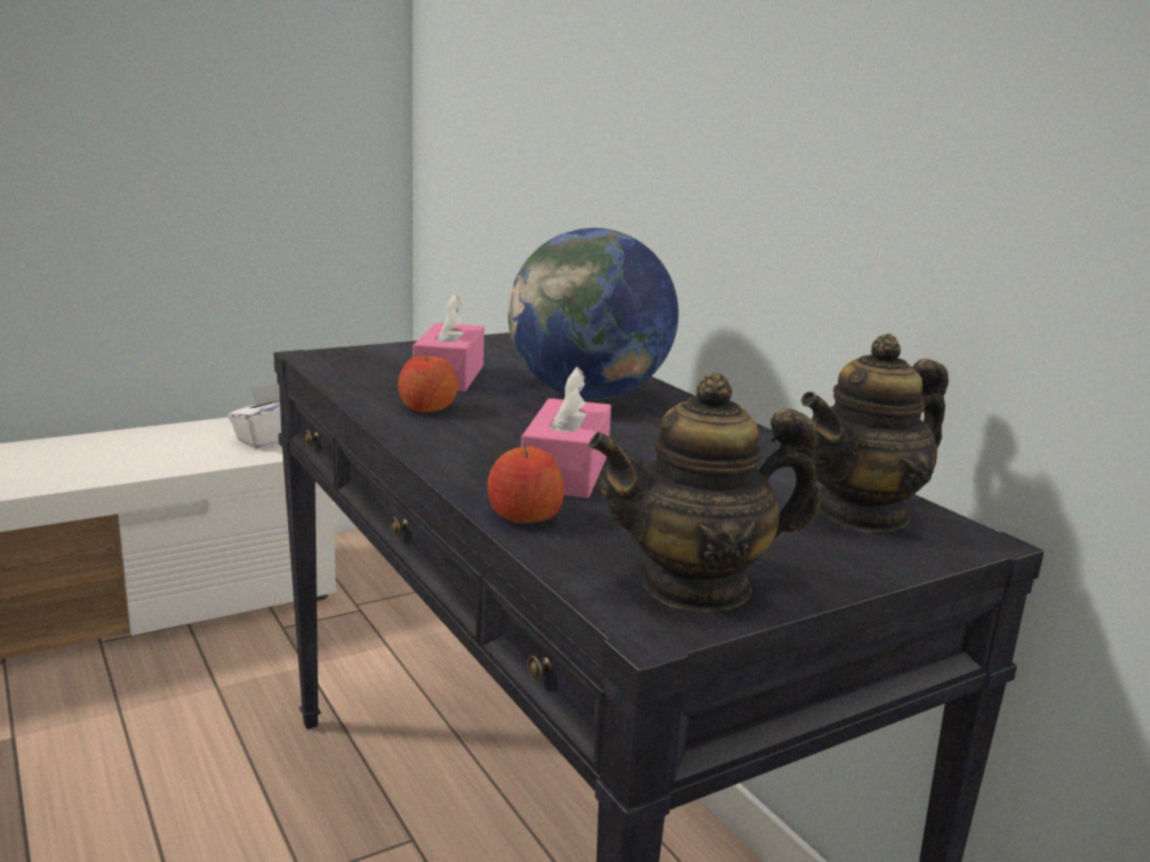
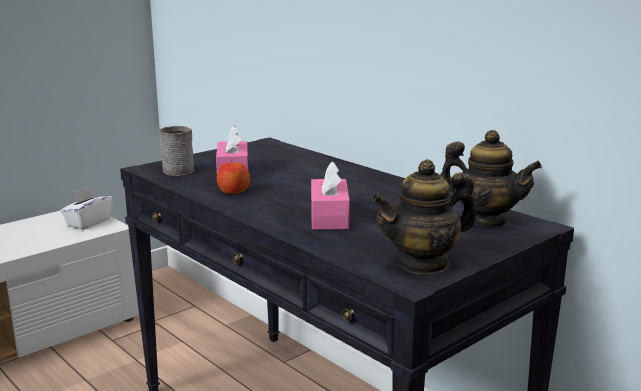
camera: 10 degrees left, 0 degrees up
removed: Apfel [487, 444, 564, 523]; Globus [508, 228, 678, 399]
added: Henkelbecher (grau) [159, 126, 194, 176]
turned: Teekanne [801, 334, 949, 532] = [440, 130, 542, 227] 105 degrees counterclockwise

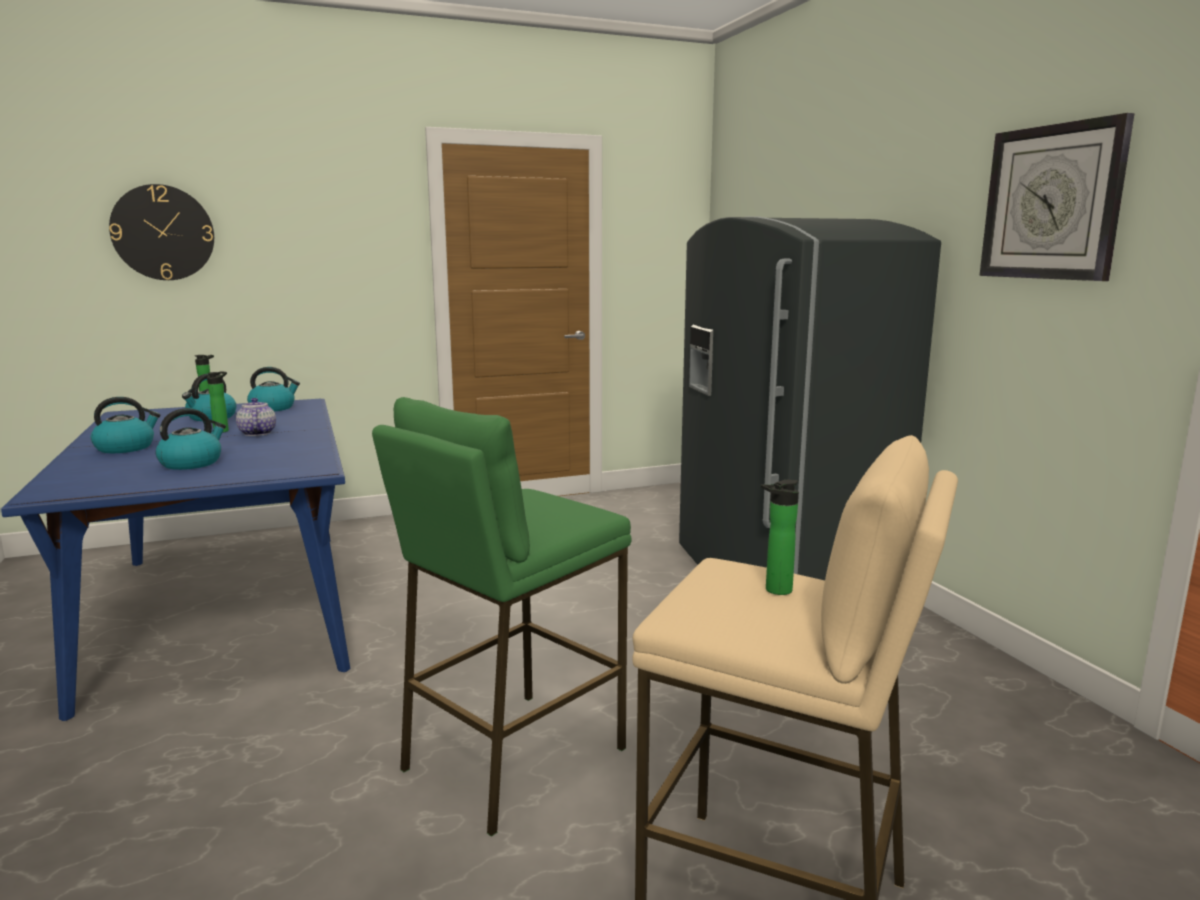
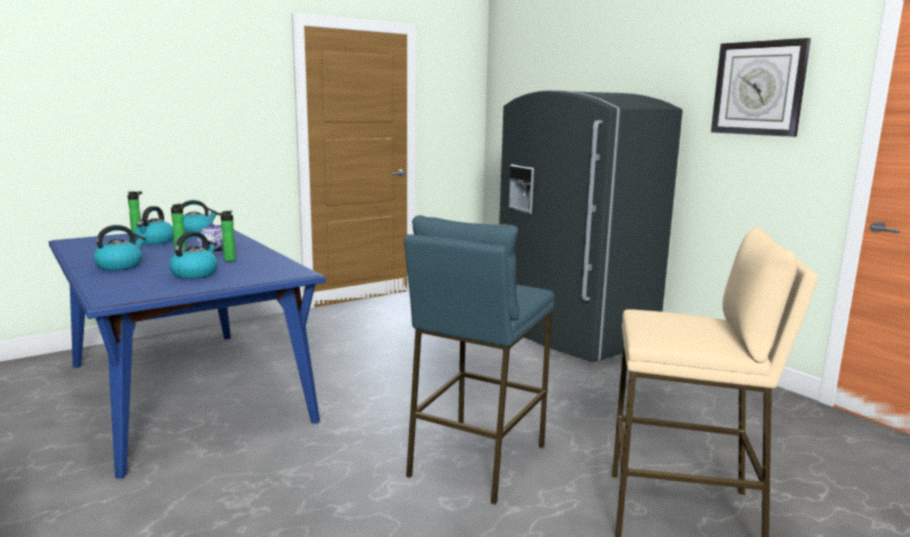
camera: 15 degrees left, 0 degrees up
removed: Wanduhr [109, 184, 214, 280]
moved: Flasche [760, 480, 799, 595] to [215, 211, 236, 261]
recoloured: Hocker (grün) [372, 397, 632, 837] to Hocker (blau) [404, 215, 554, 505]

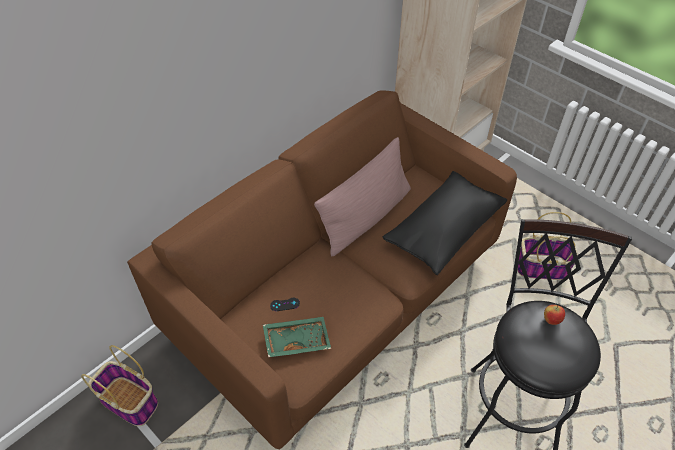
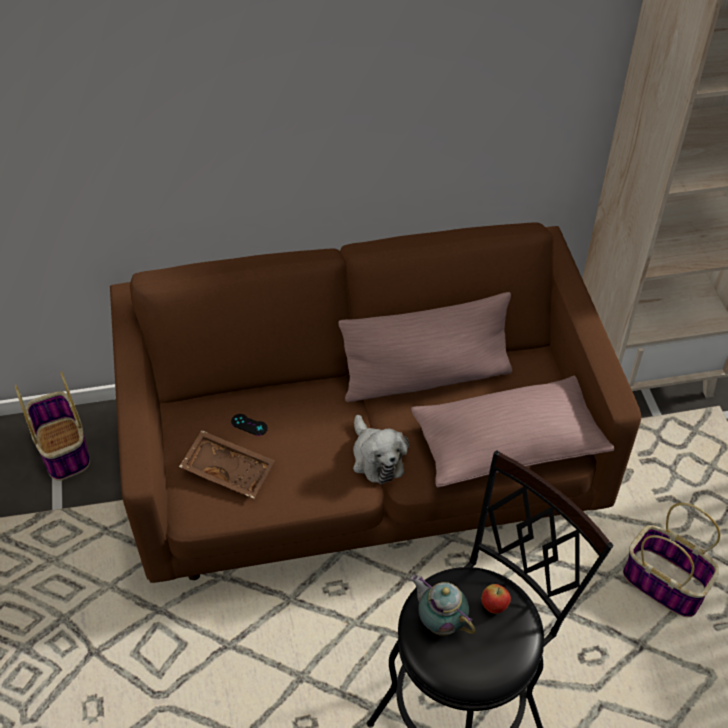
camera: 35 degrees right, 0 degrees up
added: Plüschtier [353, 415, 409, 484]; Teekanne [410, 574, 476, 636]
recoloured: Tablett (grün) [263, 317, 331, 357] to Tablett (braun) [179, 430, 275, 499]; Kissen (schwarz) [383, 171, 507, 275] to Kissen (rosa) [411, 375, 614, 487]

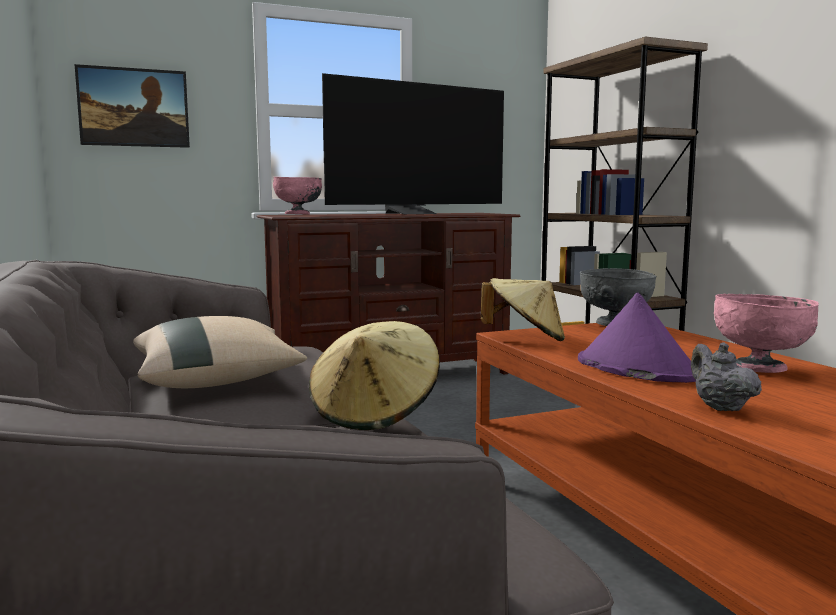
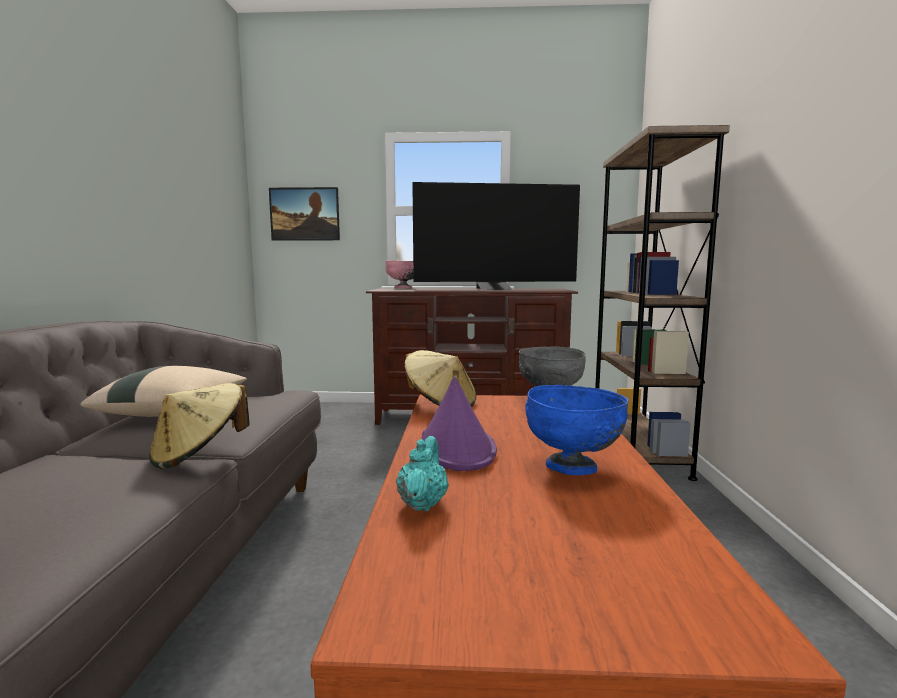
camera: 25 degrees right, 0 degrees up
recoloured: Teekanne (grau) [691, 342, 762, 411] to Teekanne (türkis) [396, 436, 449, 511]; Schüssel (rosa) [714, 294, 819, 373] to Schüssel (blau) [525, 385, 629, 475]

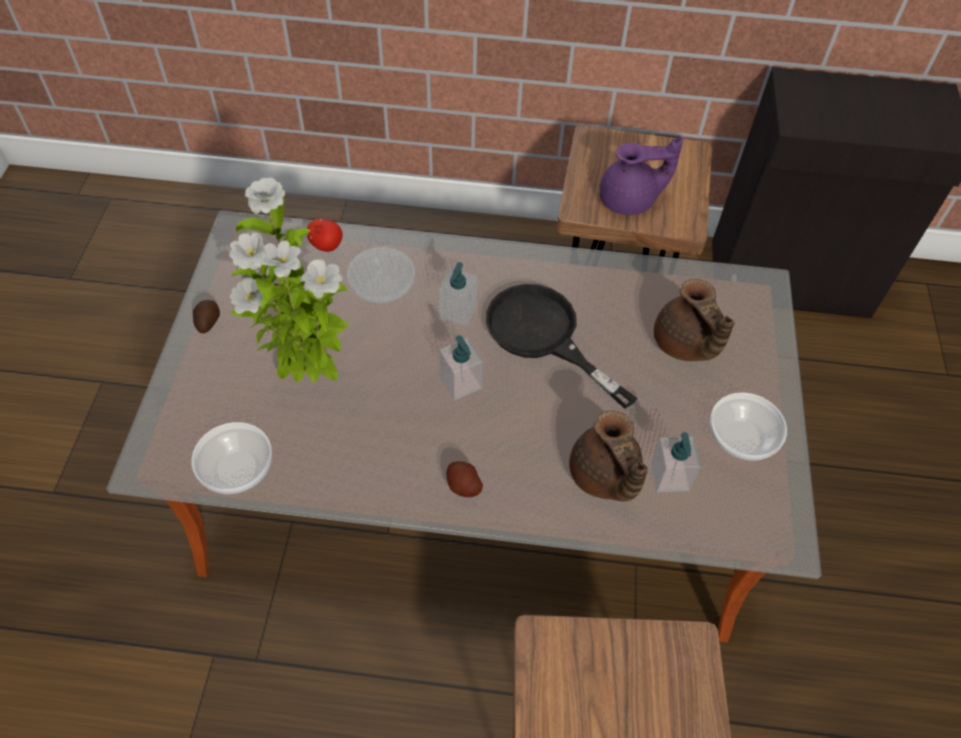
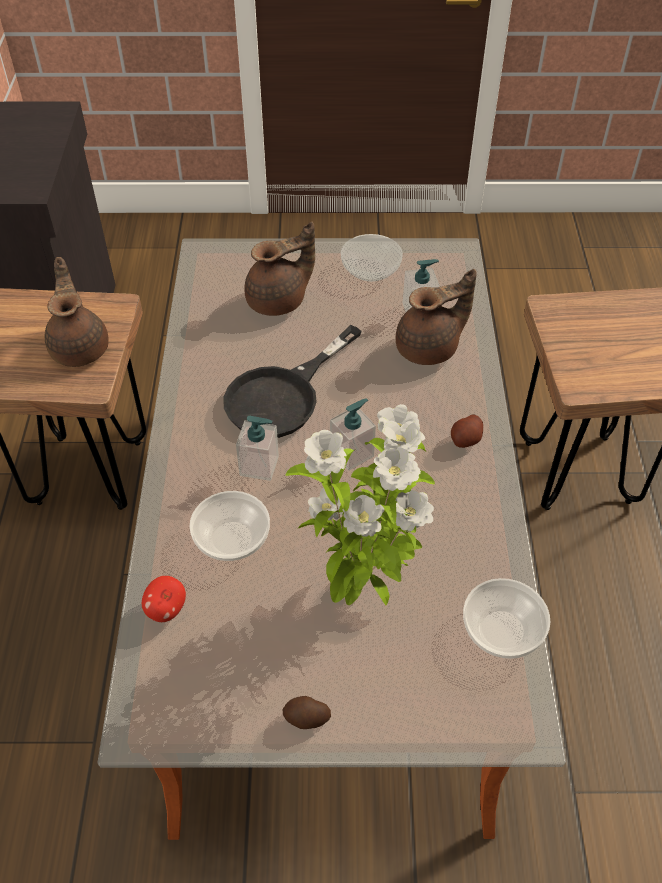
camera: 95 degrees left, 5 degrees down
recoloured: Teekanne (lila) [599, 137, 683, 215] to Teekanne (braun) [45, 257, 109, 367]

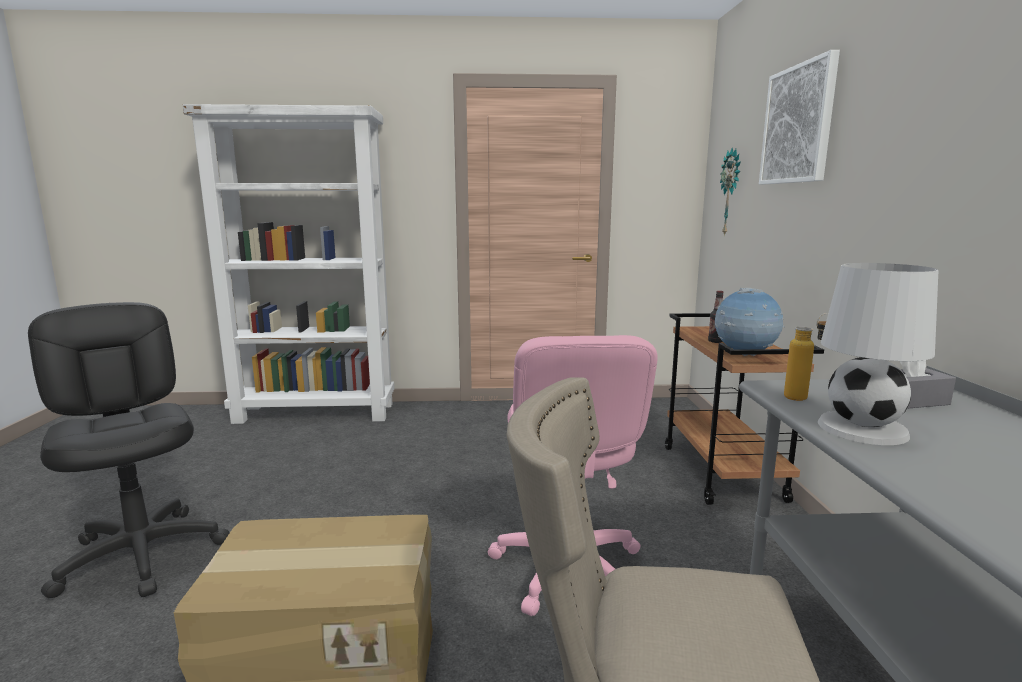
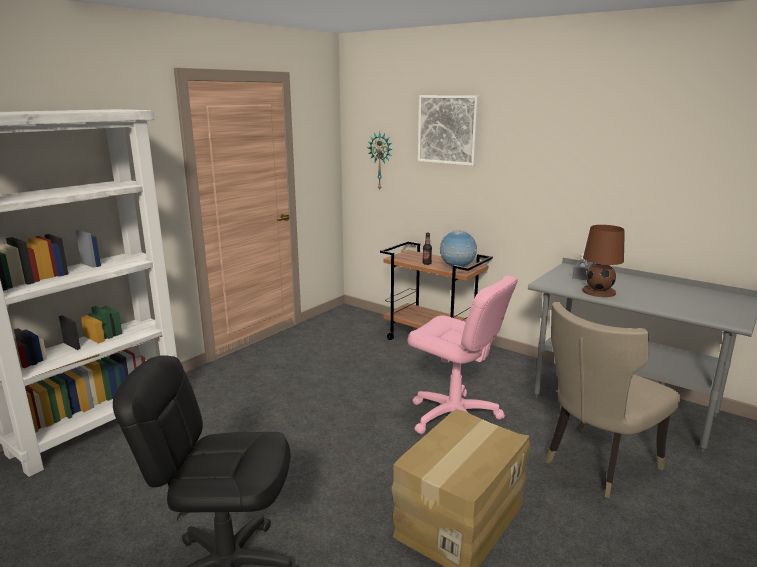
camera: 50 degrees left, 5 degrees up
removed: Flasche [784, 313, 828, 401]
recoloured: Tischlampe (weiß) [818, 263, 938, 445] to Tischlampe (braun) [582, 225, 625, 297]

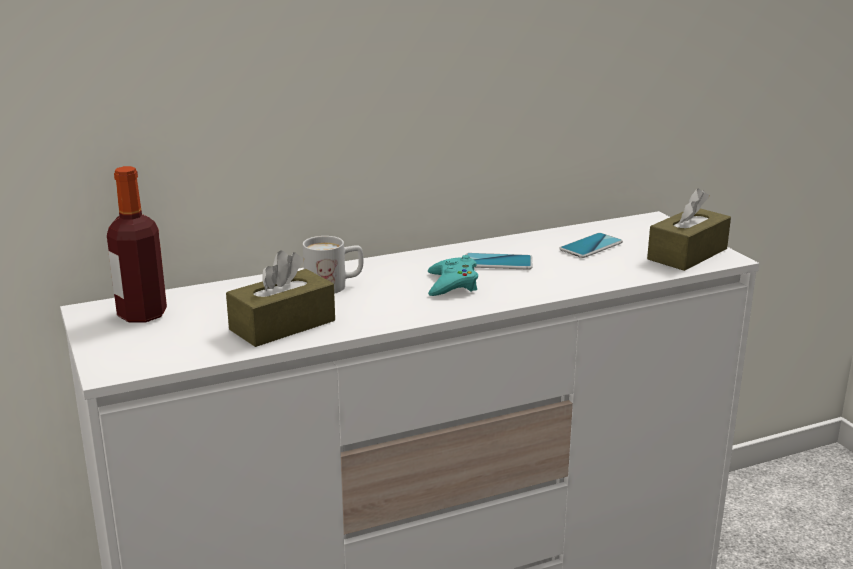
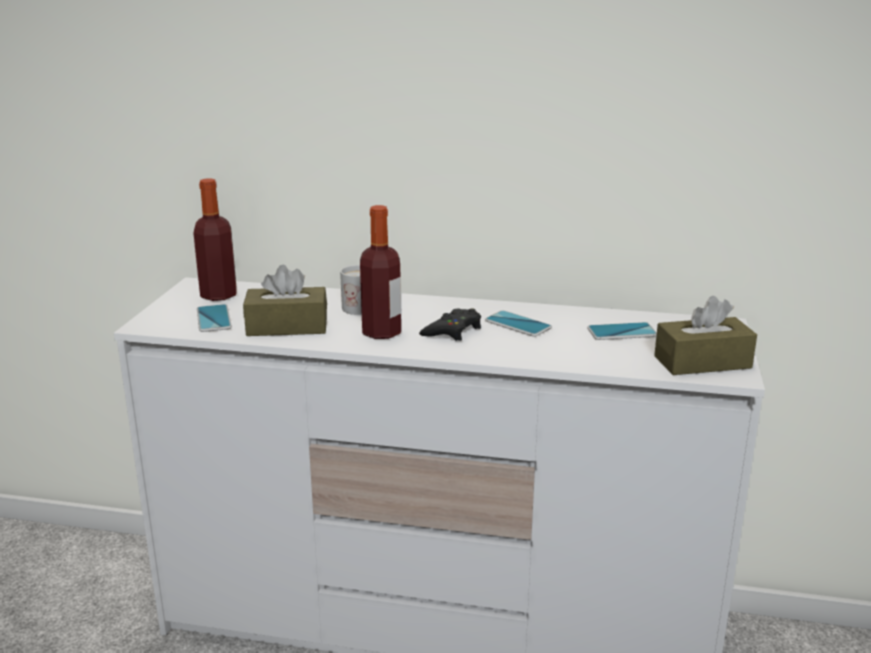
camera: 35 degrees right, 0 degrees up
added: Handy [197, 304, 232, 332]; Flasche [360, 205, 401, 339]
recoloured: Gamepad (türkis) [428, 255, 478, 296] to Gamepad (schwarz) [419, 309, 481, 341]

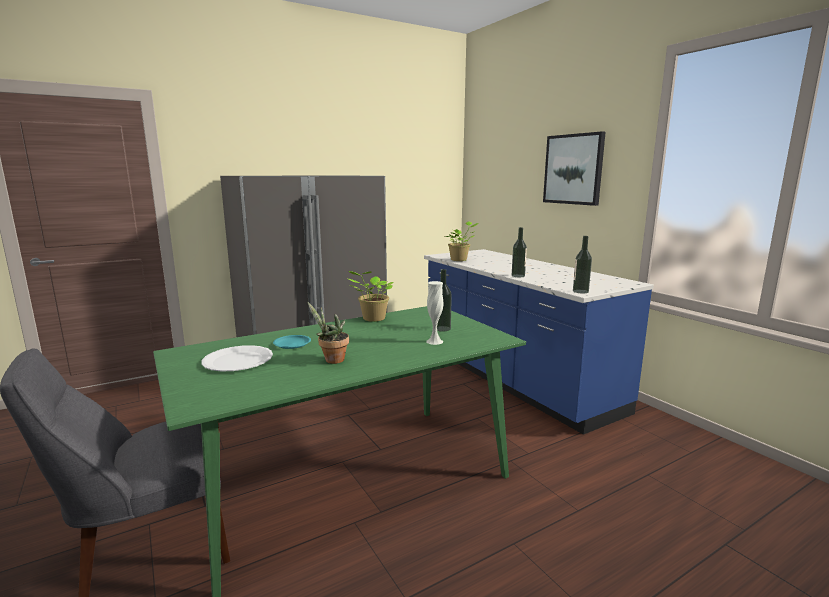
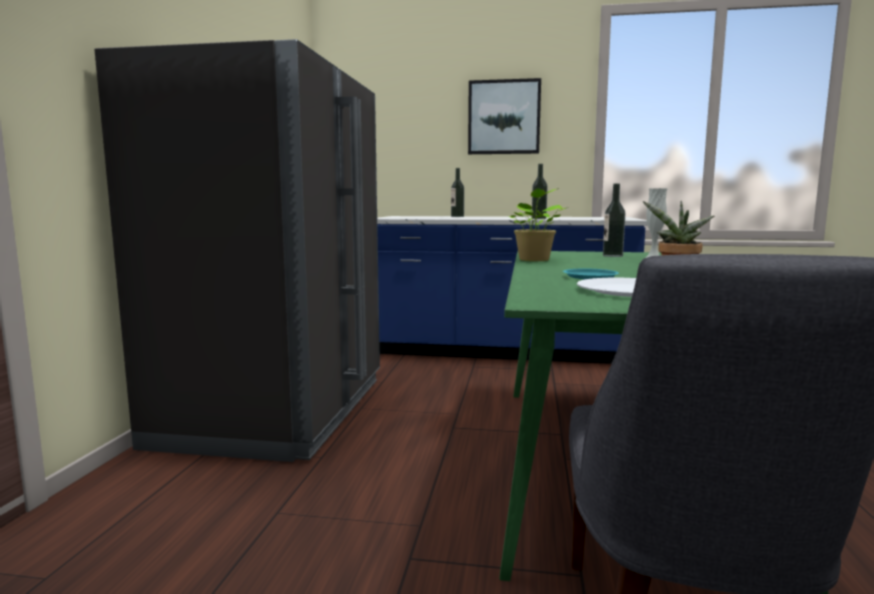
camera: 50 degrees left, 5 degrees down
removed: Topfpflanze [445, 221, 478, 261]
moved: Flasche [573, 236, 592, 293] to [451, 168, 464, 217]

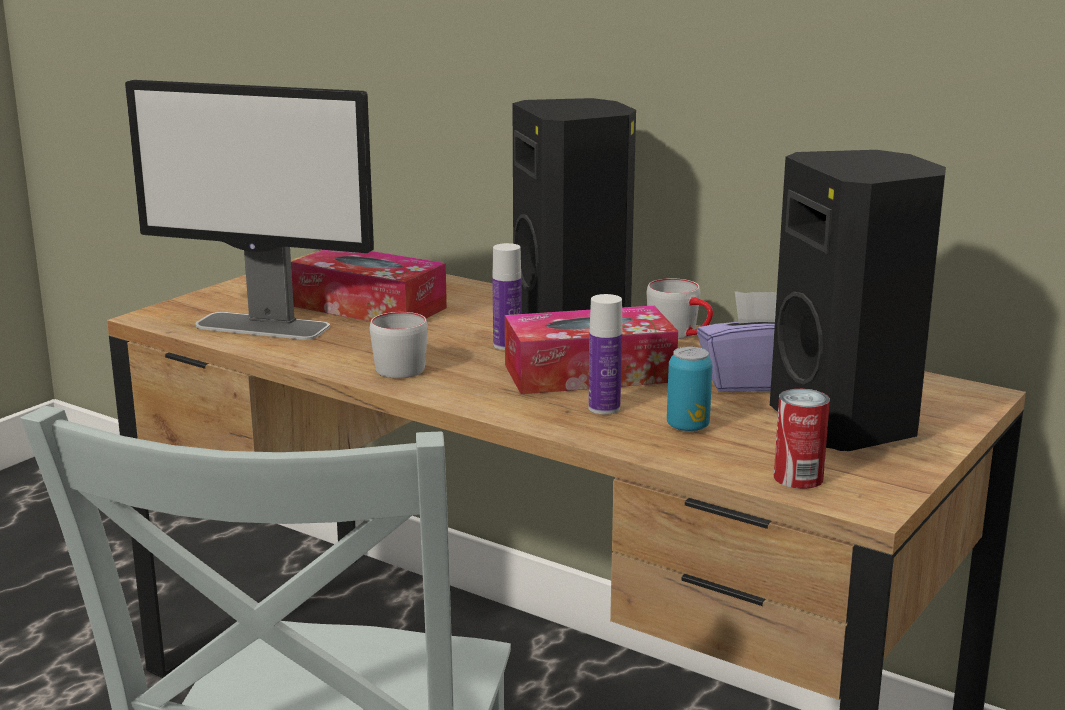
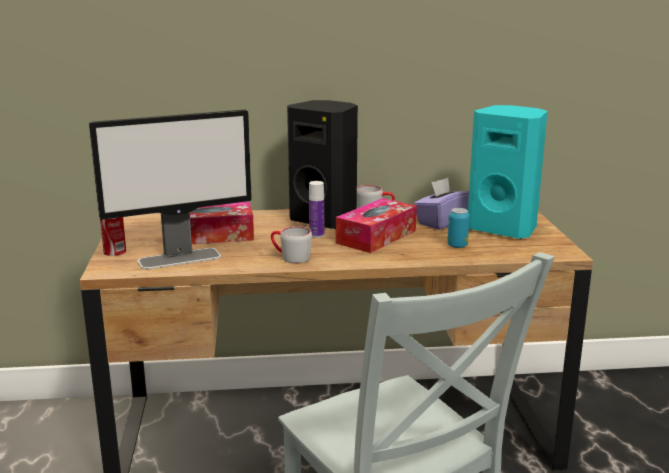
camera: 40 degrees left, 0 degrees up
removed: Flasche [588, 294, 622, 415]
moved: Dose [774, 389, 830, 489] to [100, 217, 126, 256]
recoloured: Lautsprecher (schwarz) [770, 150, 946, 451] to Lautsprecher (türkis) [468, 105, 548, 239]

